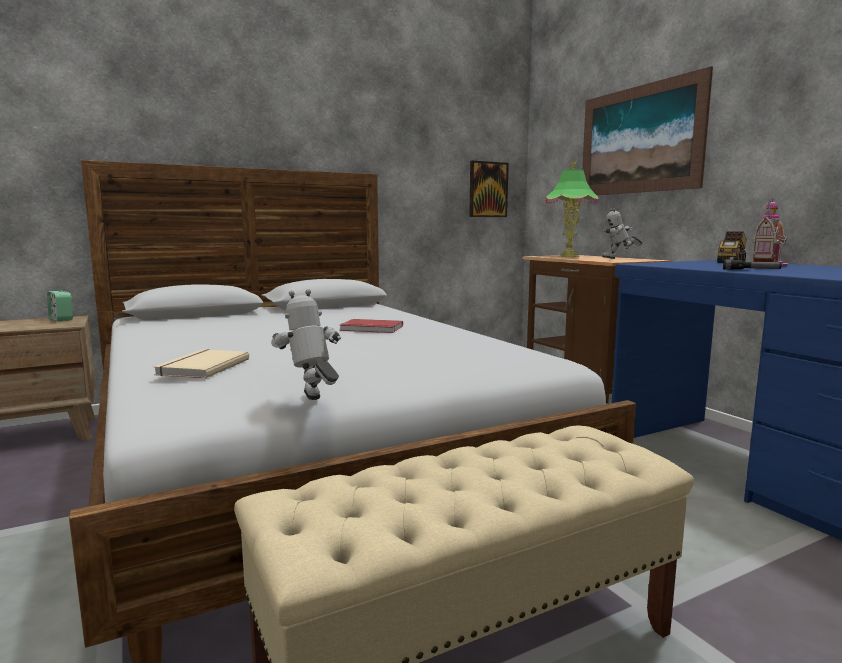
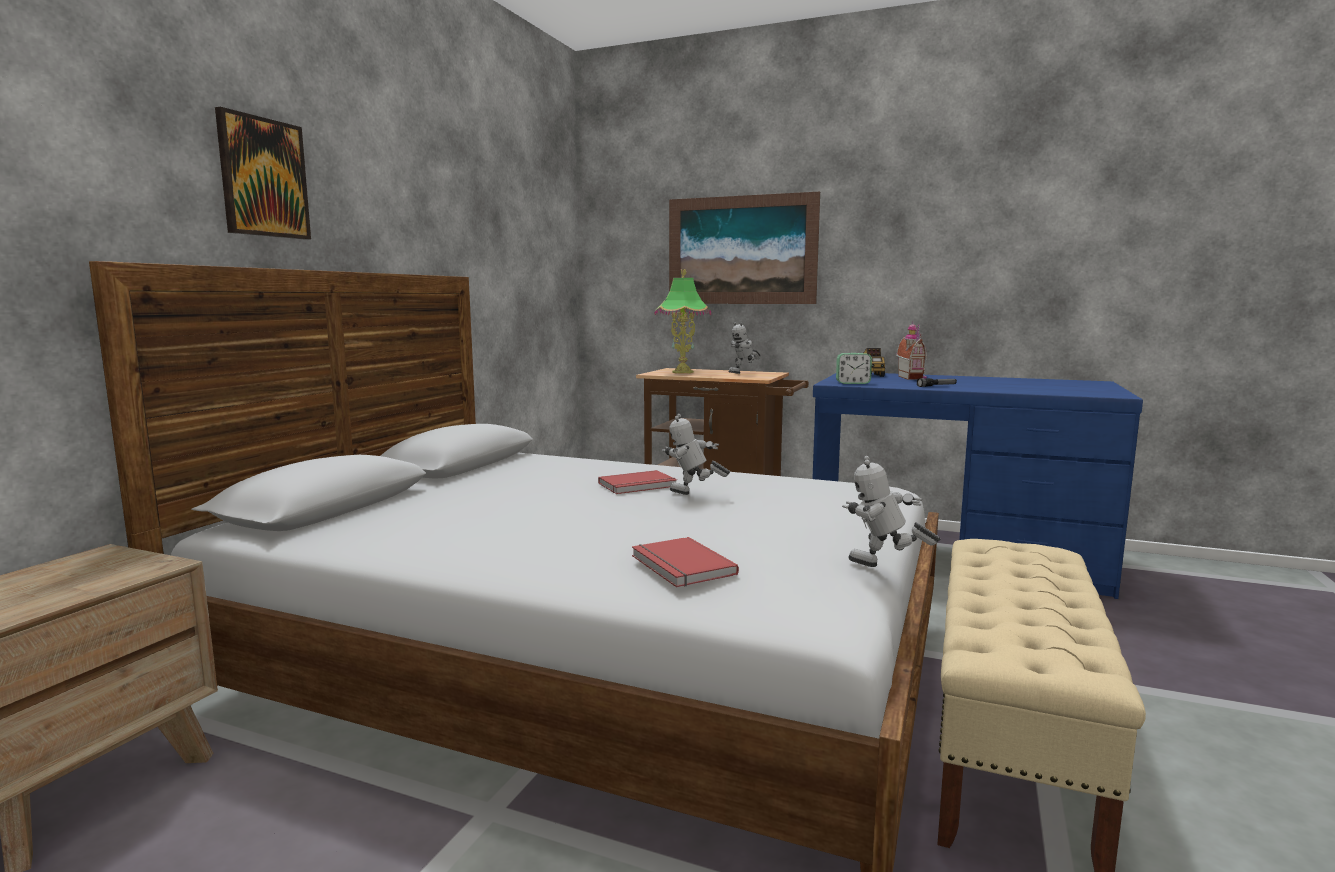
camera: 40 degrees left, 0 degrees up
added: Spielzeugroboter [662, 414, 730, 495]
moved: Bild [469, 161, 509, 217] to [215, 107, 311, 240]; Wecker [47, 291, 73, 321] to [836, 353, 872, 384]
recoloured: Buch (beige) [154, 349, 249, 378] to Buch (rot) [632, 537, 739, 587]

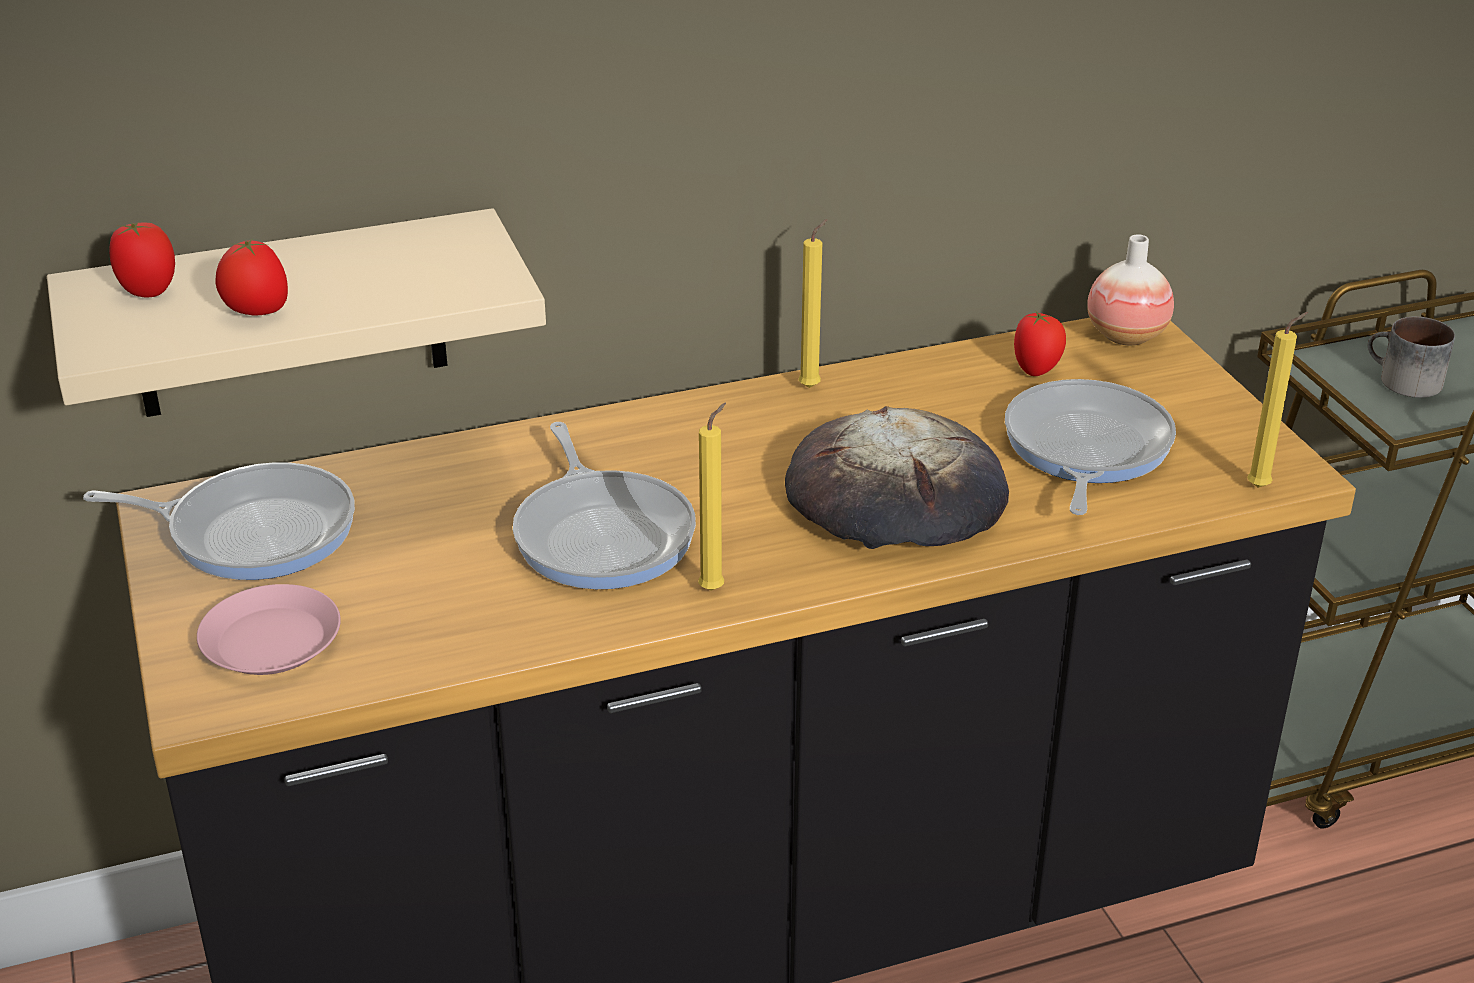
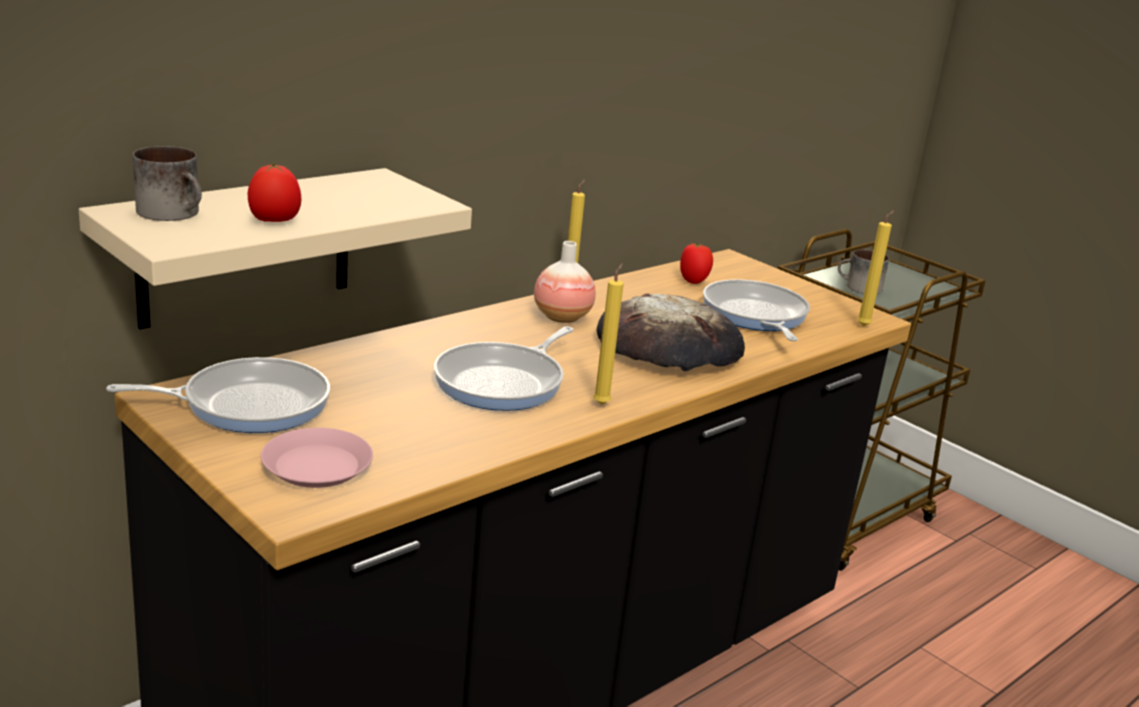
camera: 25 degrees left, 10 degrees down
moved: Vase [1087, 234, 1174, 345] to [534, 241, 596, 323]
replaced: Tomate [110, 222, 175, 298] to Henkelbecher [133, 146, 202, 221]
turned: Pfanne [513, 422, 696, 589] = [434, 327, 574, 411] 75 degrees clockwise

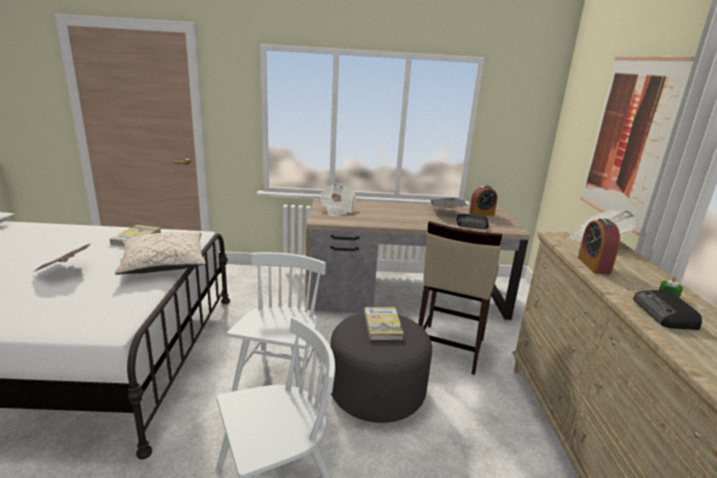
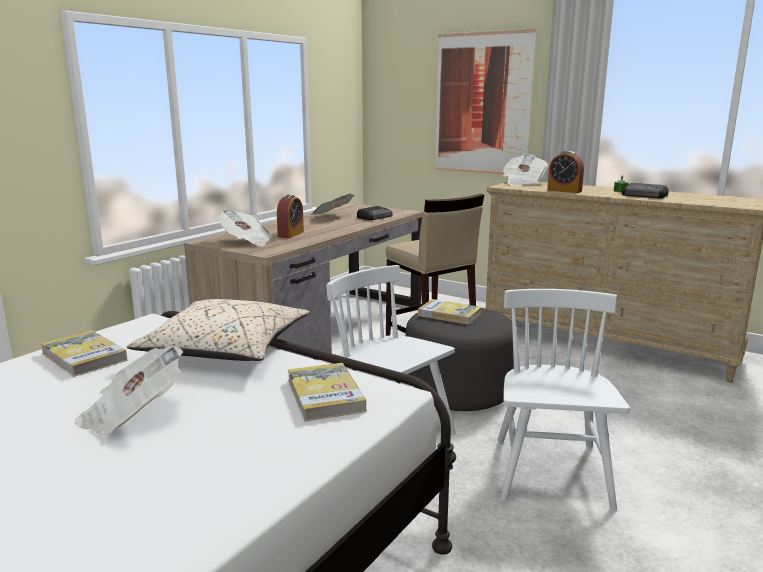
camera: 55 degrees left, 5 degrees down
added: Buch [288, 363, 366, 421]
moved: Wecker [469, 185, 497, 216] to [277, 195, 304, 238]

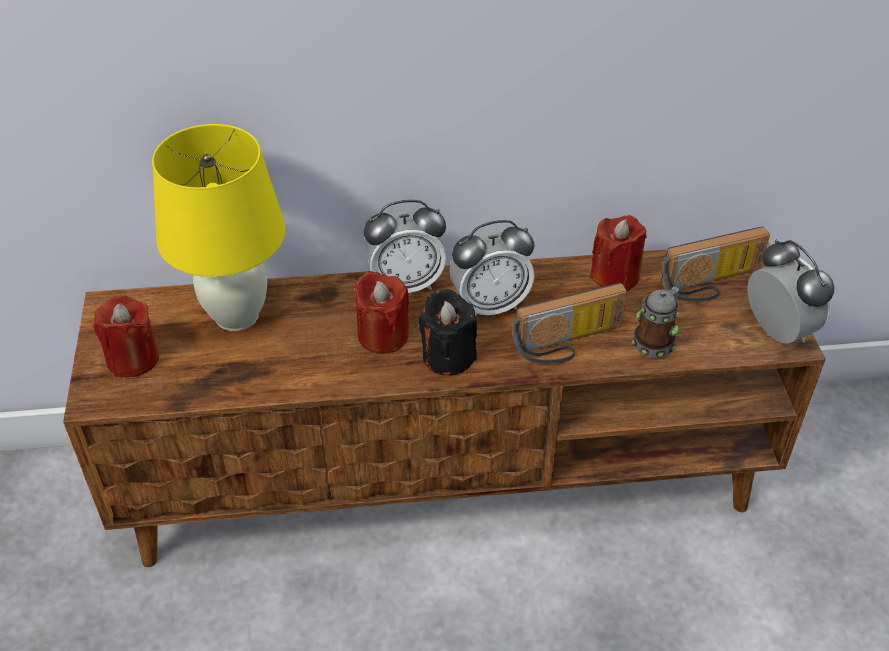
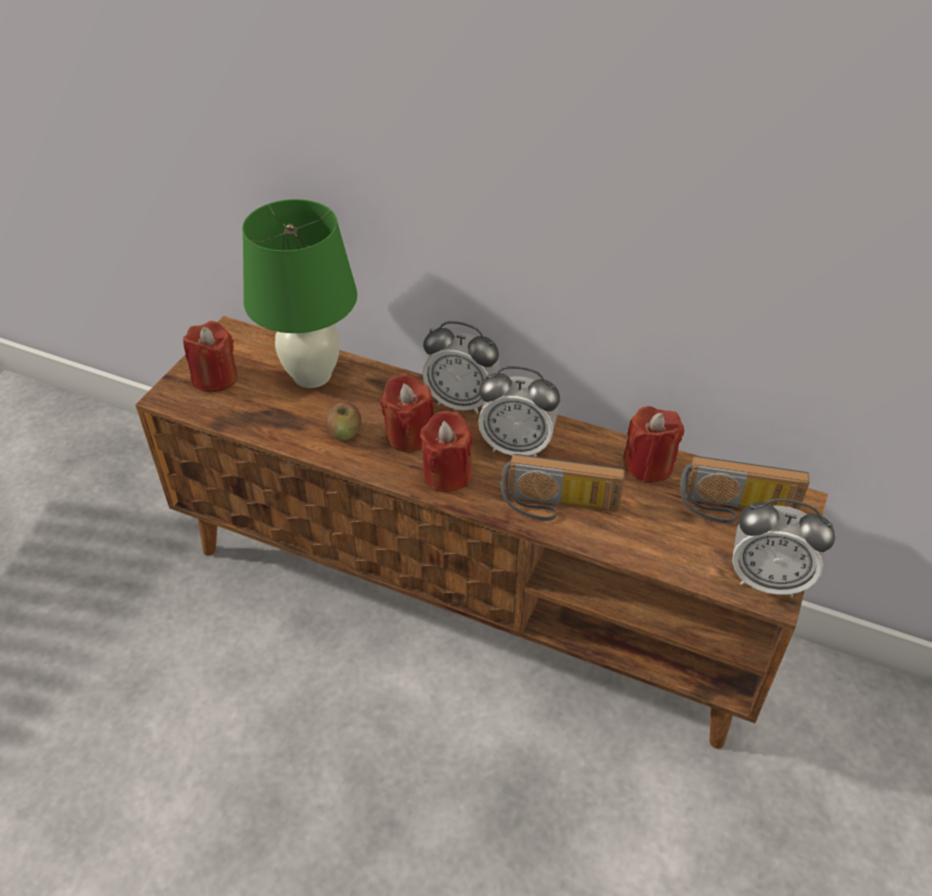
camera: 30 degrees right, 0 degrees up
removed: Henkelbecher [632, 286, 680, 358]
added: Apfel [325, 402, 361, 441]
recoloured: Tischlampe (gelb) [152, 124, 286, 331] to Tischlampe (grün) [242, 199, 357, 388]; Kerze (schwarz) [418, 289, 477, 376] to Kerze (rot) [420, 411, 473, 492]
turned: Wecker [747, 239, 834, 344] = [732, 499, 835, 597] 105 degrees clockwise

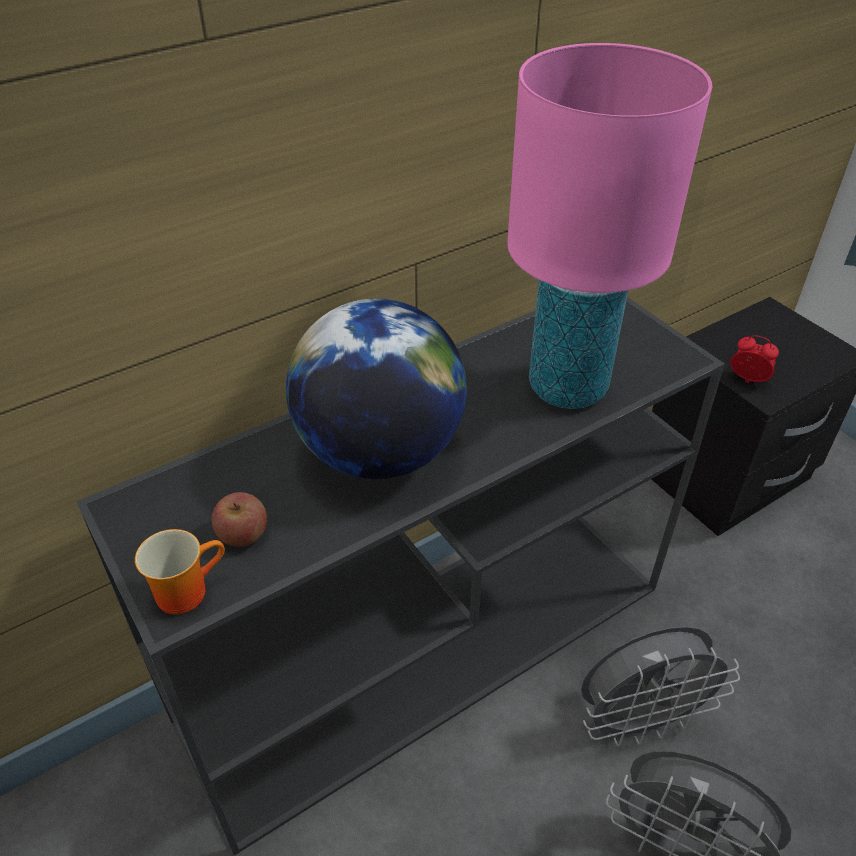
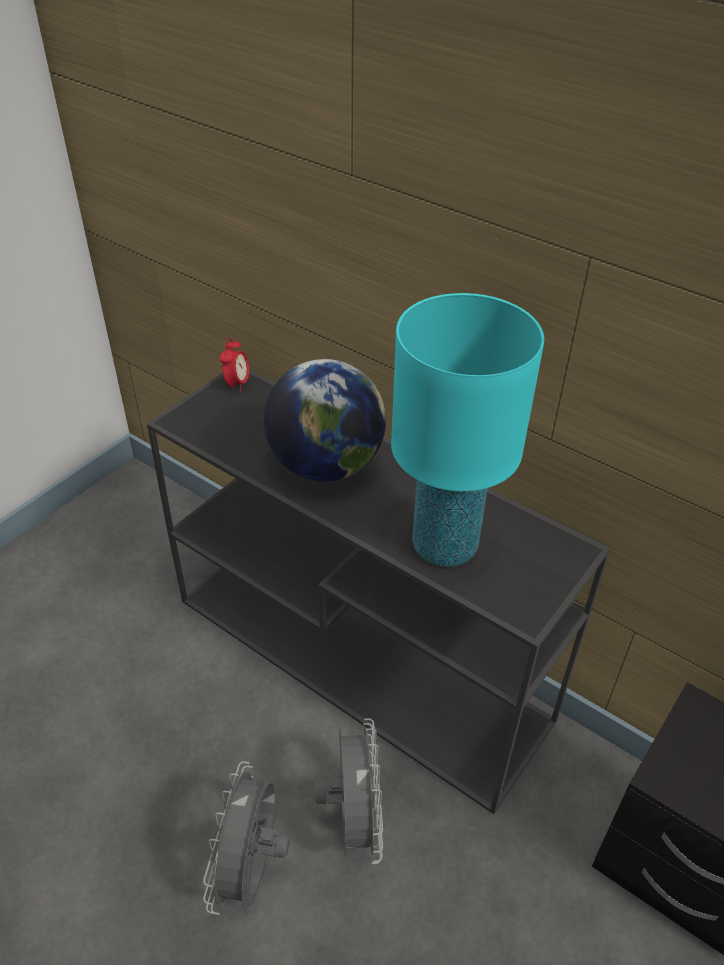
camera: 70 degrees right, 0 degrees up
removed: Henkelbecher [135, 529, 225, 614]; Apfel [212, 492, 267, 547]
moved: Wecker [730, 335, 779, 383] to [220, 337, 249, 392]
recoloured: Tischlampe (rosa) [507, 43, 712, 409] to Tischlampe (türkis) [391, 293, 544, 567]
turned: Ventilator (grau) [581, 626, 740, 747] = [315, 718, 383, 864] 150 degrees counterclockwise

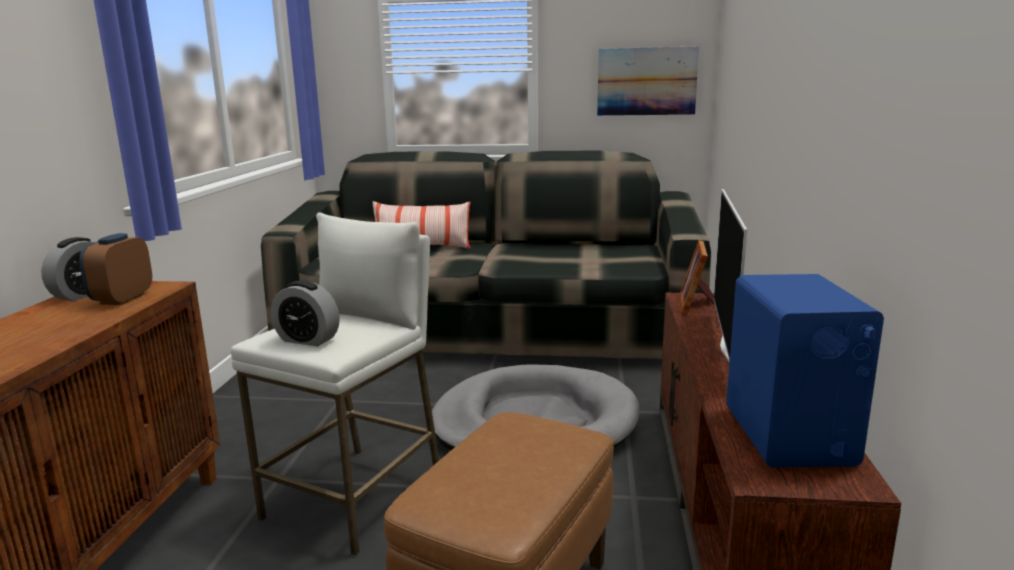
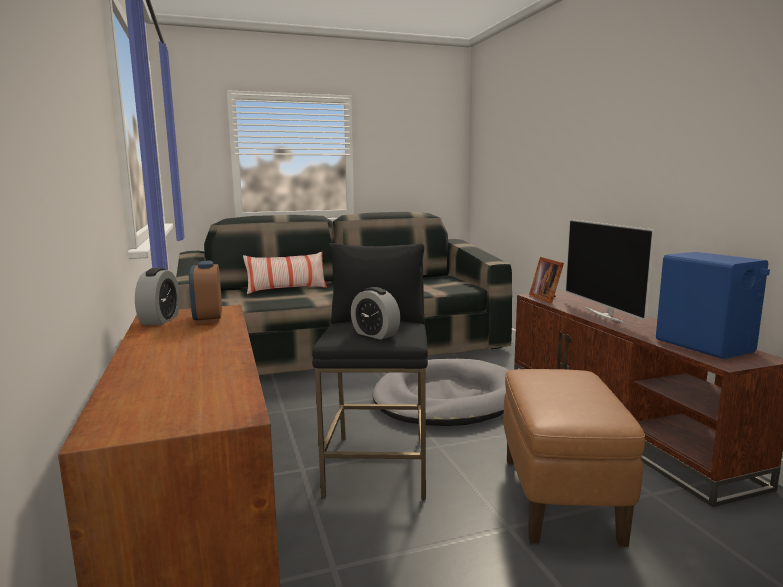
camera: 25 degrees left, 5 degrees down
removed: Bild [597, 46, 699, 116]
recoloured: Hocker (weiß) [231, 213, 439, 555] to Hocker (schwarz) [312, 243, 428, 499]
turned: Wecker [271, 280, 340, 346] = [351, 287, 400, 340] 45 degrees clockwise

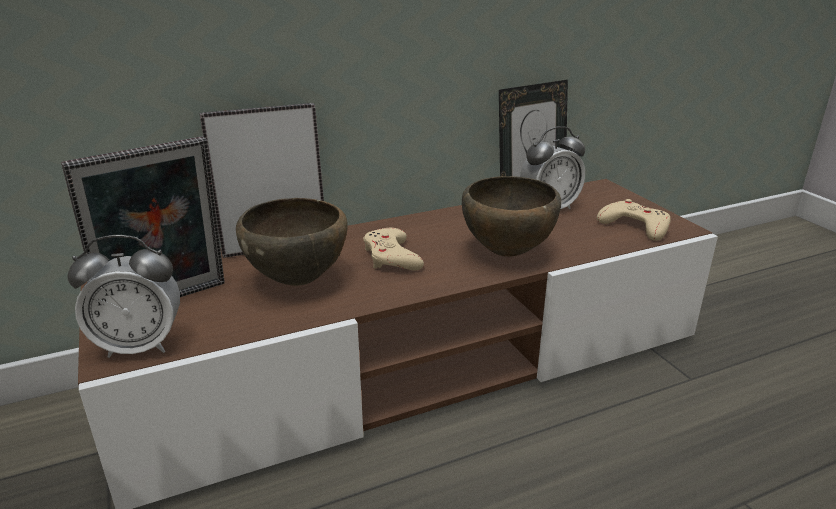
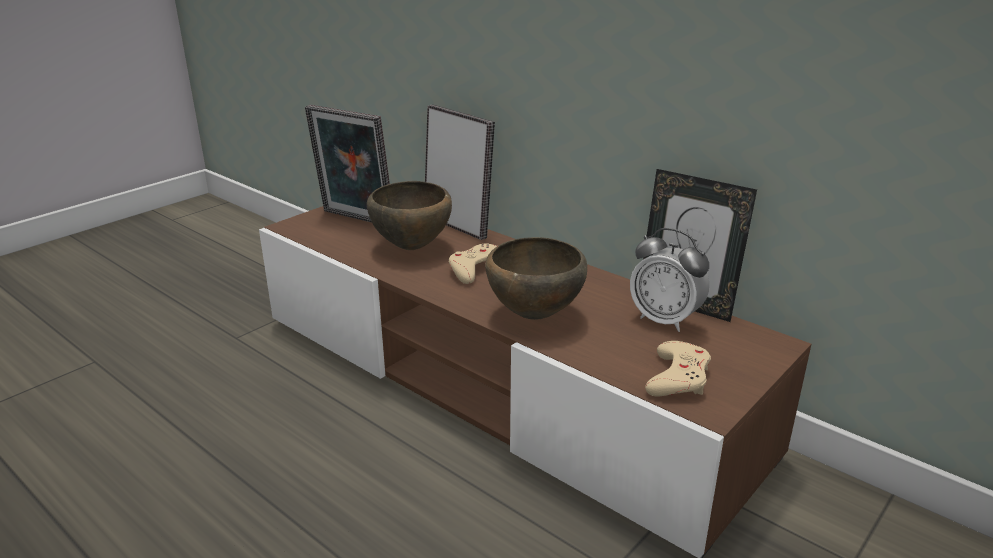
camera: 65 degrees right, 0 degrees up
removed: Wecker [67, 235, 180, 358]

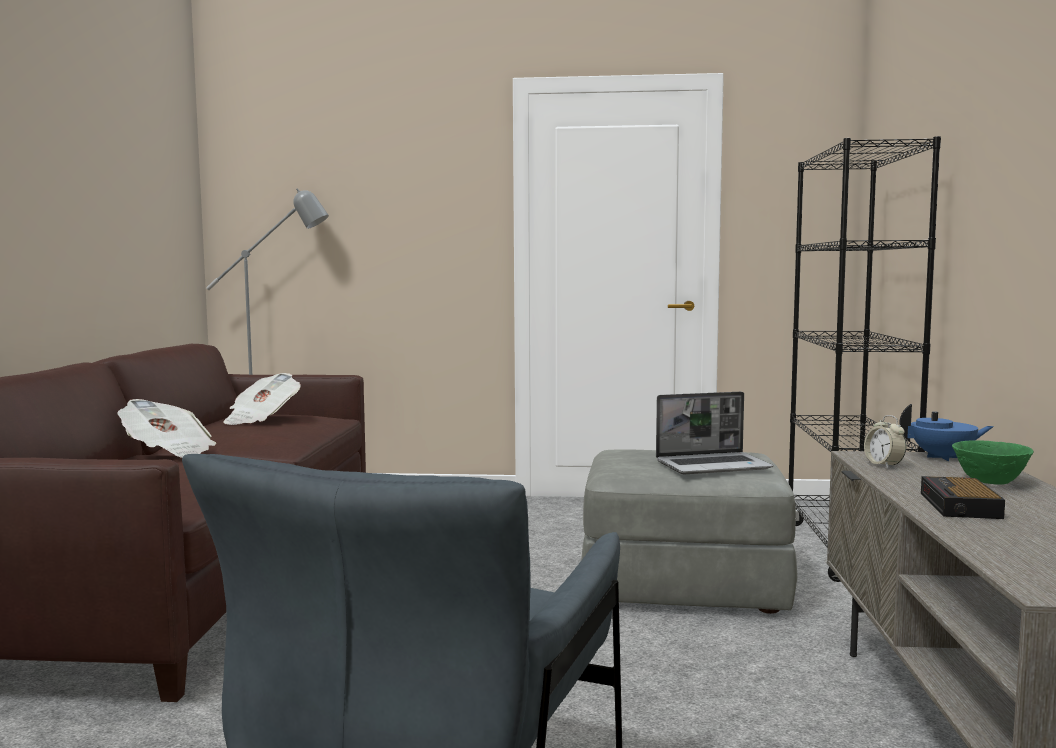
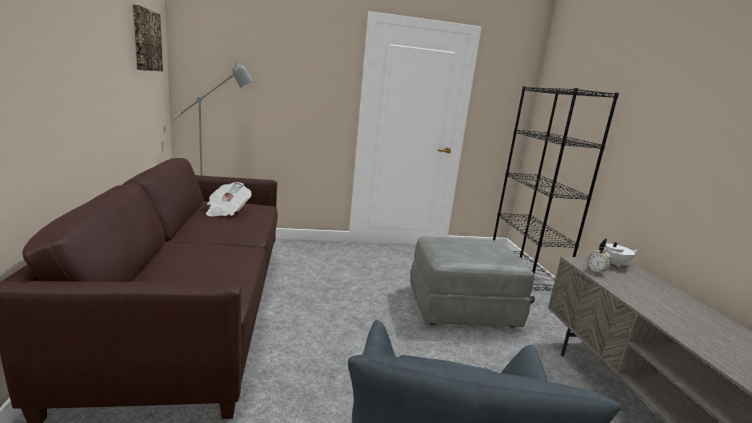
camera: 15 degrees left, 10 degrees up
removed: Zeitung [117, 399, 216, 458]; Laptop [656, 392, 773, 474]; Wecker [921, 476, 1005, 519]; Schüssel (grün) [952, 440, 1034, 485]
added: Bild [132, 4, 163, 71]
recoloured: Teekanne (blau) [899, 404, 994, 461] to Teekanne (weiß) [599, 238, 639, 267]

